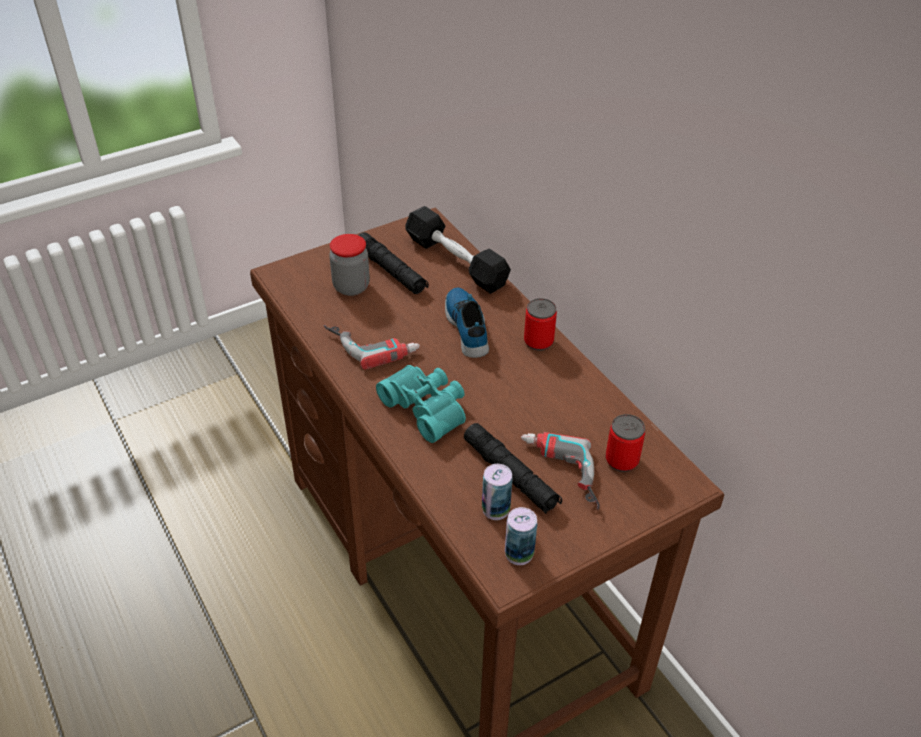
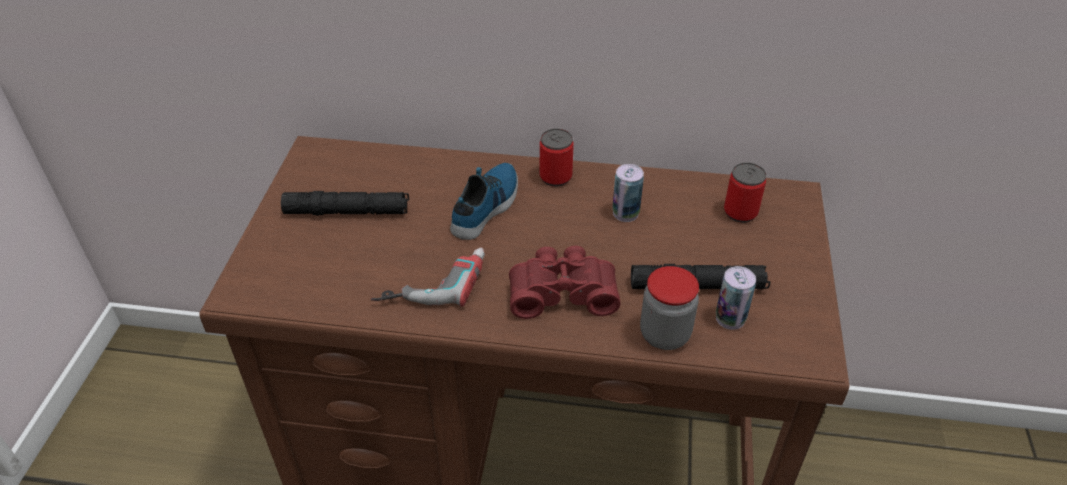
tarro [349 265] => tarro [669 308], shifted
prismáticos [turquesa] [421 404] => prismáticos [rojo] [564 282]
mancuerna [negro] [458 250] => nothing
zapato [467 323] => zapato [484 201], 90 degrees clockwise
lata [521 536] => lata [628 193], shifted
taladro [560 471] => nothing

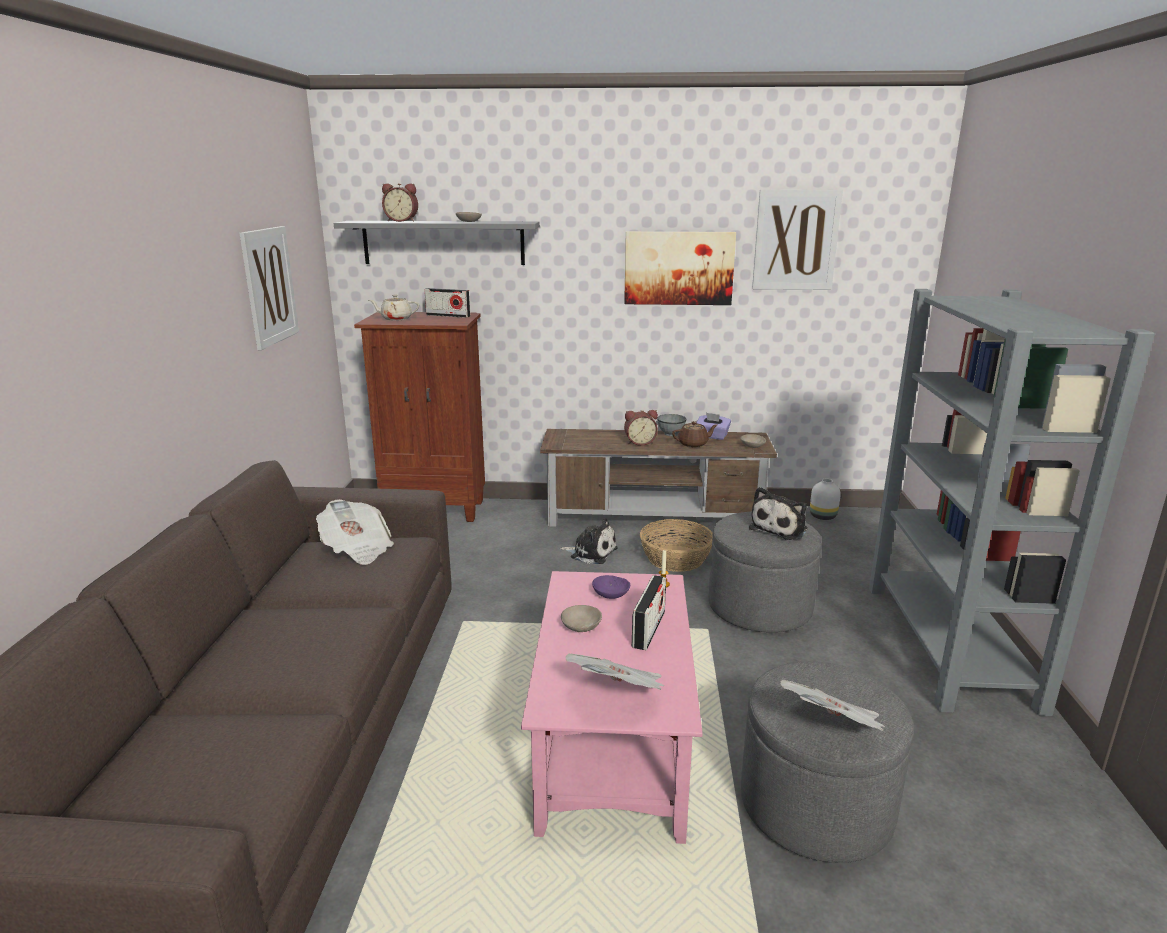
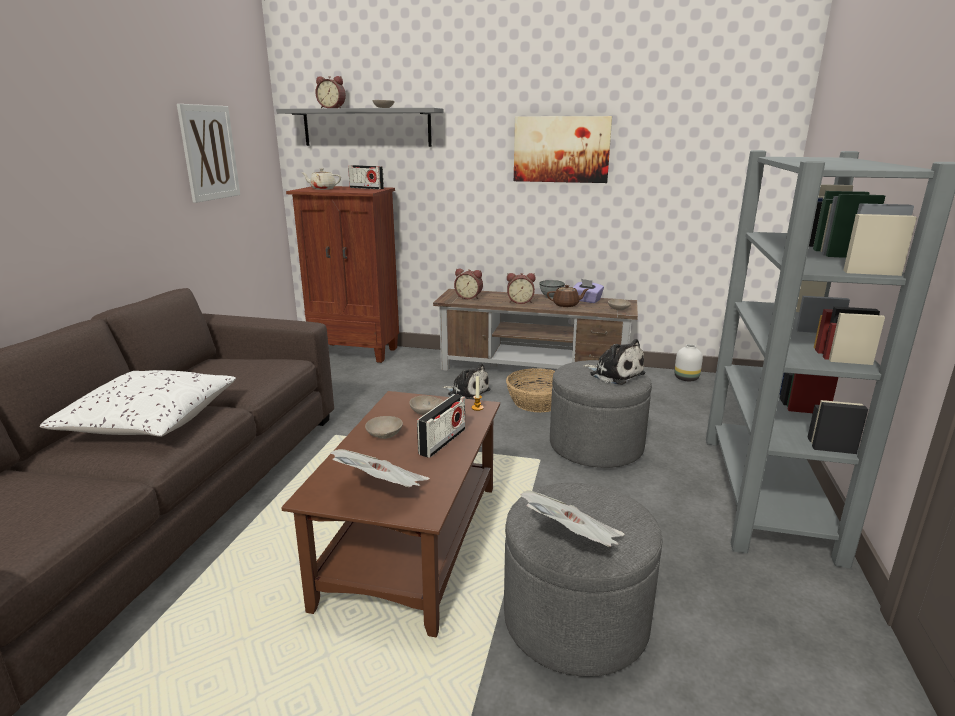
periódico [355 532] => nothing
mesa de centro [rosa] [612 707] => mesa de centro [marrón] [390 514]
cuenco [morado] [611 587] => cuenco [beis] [426 405]
peluche [778 513] => peluche [614 362], 90 degrees counterclockwise
cuadro [797 239] => nothing
nothing => cojín [blanco] [138 403]
nothing => despertador [468 283]

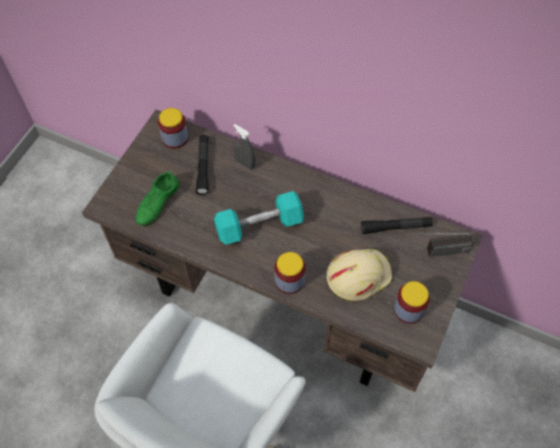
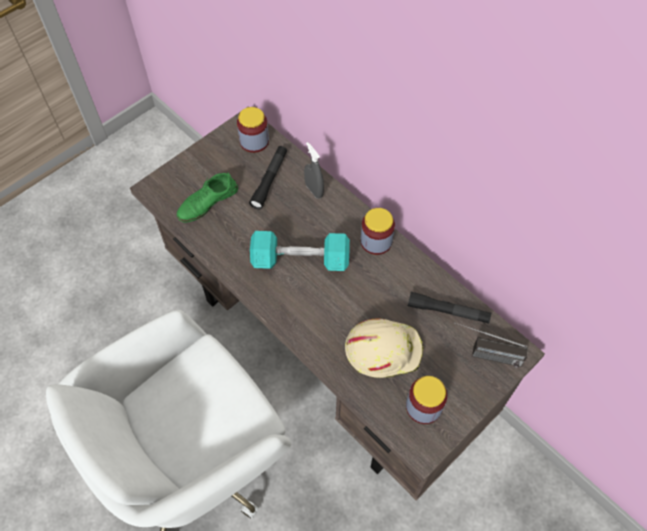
tarro [290 273] => tarro [377 231], shifted

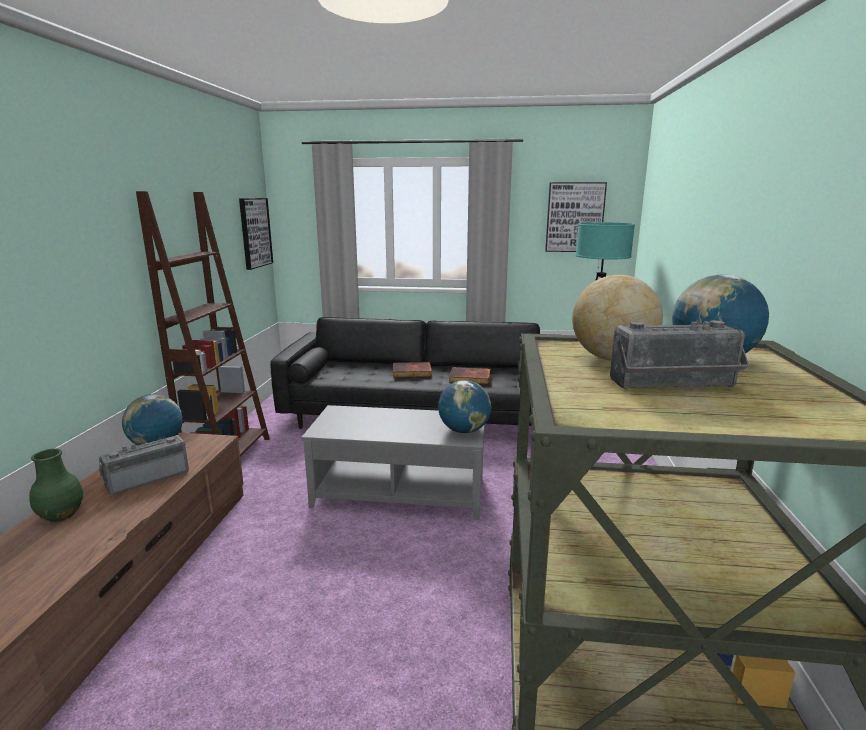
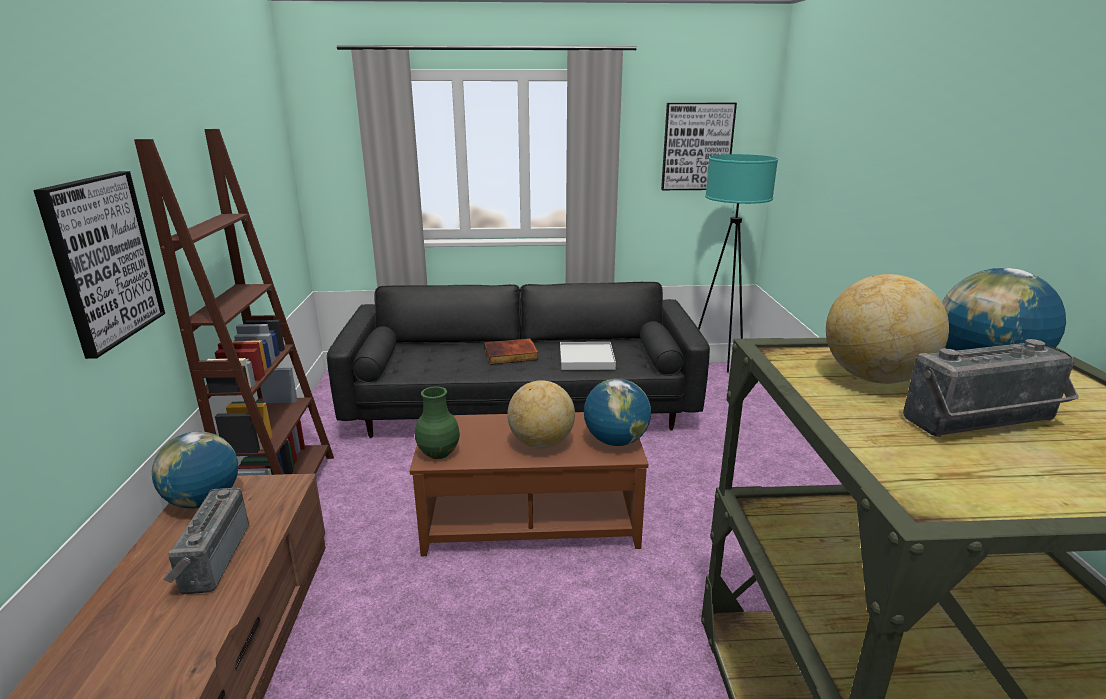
florero [verde] [56 485] => florero [verde] [437 422], shifted
radio [144 465] => radio [206 541], 45 degrees counterclockwise
cuadro [256 234] => cuadro [99 265], shifted
mesa de centro [gris] [393 462] => mesa de centro [marrón] [529 484]
libro [470 376] => bandeja [blanco] [588 356]
nothing => globo terráqueo [541 414]

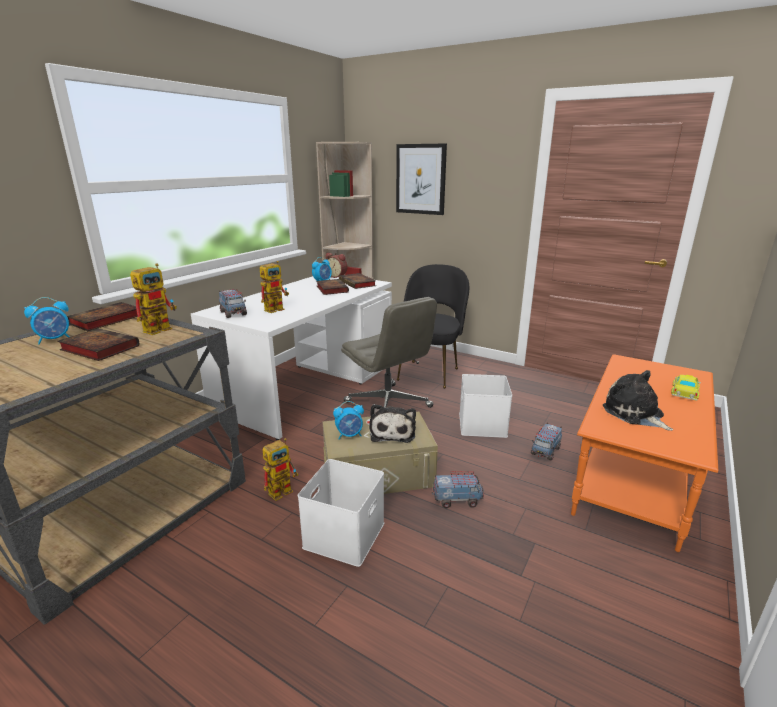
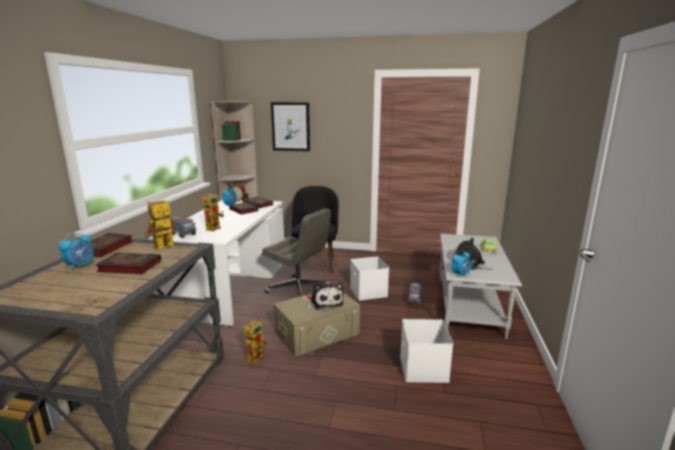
robot de juguete [153 299] => robot de juguete [160 225], 150 degrees counterclockwise
caja de almacenaje [blanco] [341 513] => caja de almacenaje [blanco] [426 351], shifted
despertador [348 420] => despertador [462 264], shifted
camión de juguete [458 489] => nothing
mesa de centro [naranja] [644 453] => mesa de centro [gris] [481 286]

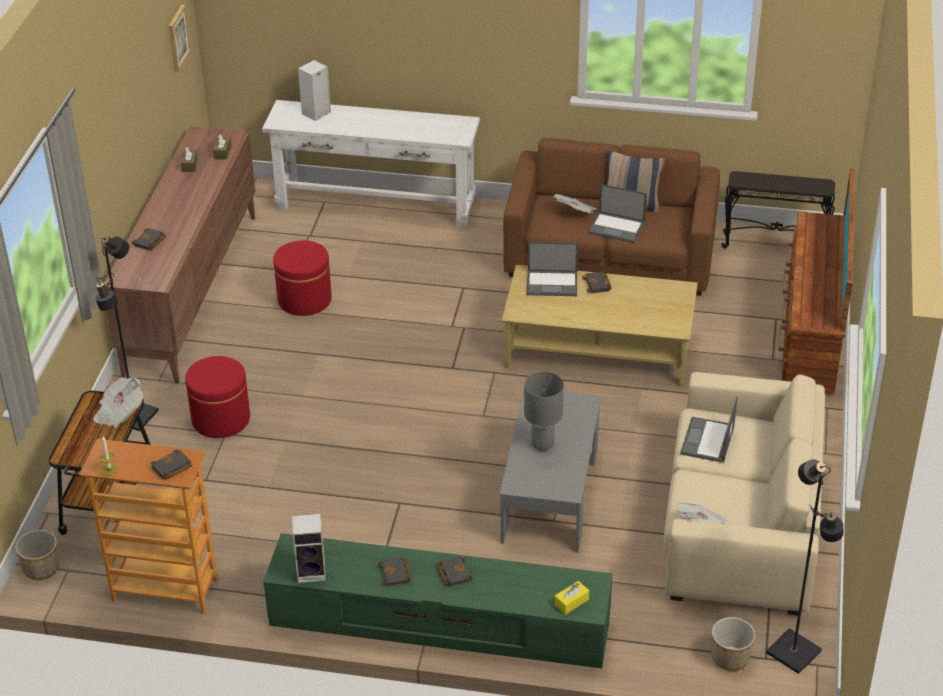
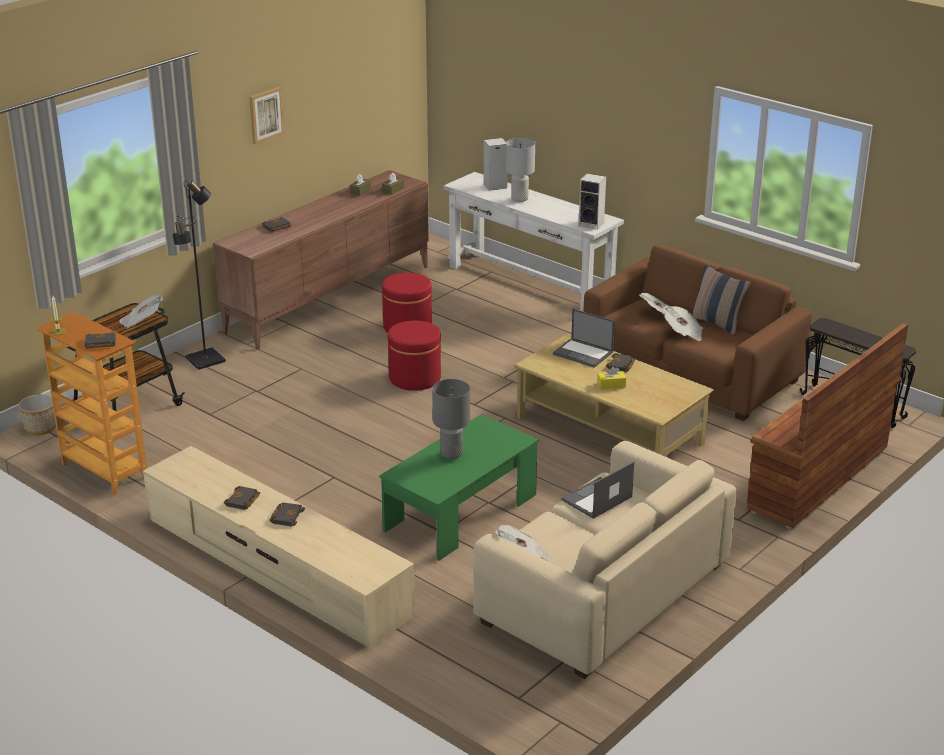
cuadro [180 38] => cuadro [267 115], shifted
puf [rojo] [217 397] => puf [rojo] [414 355], shifted
mueble de televisión [verde] [438 600] => mueble de televisión [beis] [279 547]
altavoz [309 548] => altavoz [592 201], shifted
mesa de centro [gris] [550 472] => mesa de centro [verde] [459 487]
caja de pañuelos [amarillo] [571 598] => caja de pañuelos [amarillo] [611 378], shifted
portátil [617 213] => periódico [683 323]
maceta [733 644] => nothing
lámpara de pie [negro] [805 567] => nothing
nothing => lámpara de mesa [gris] [520 170]

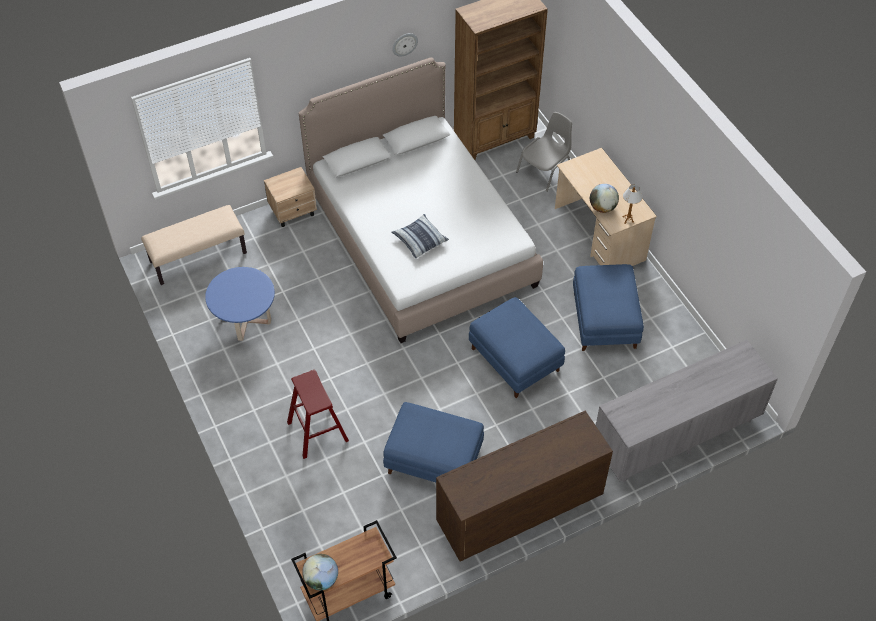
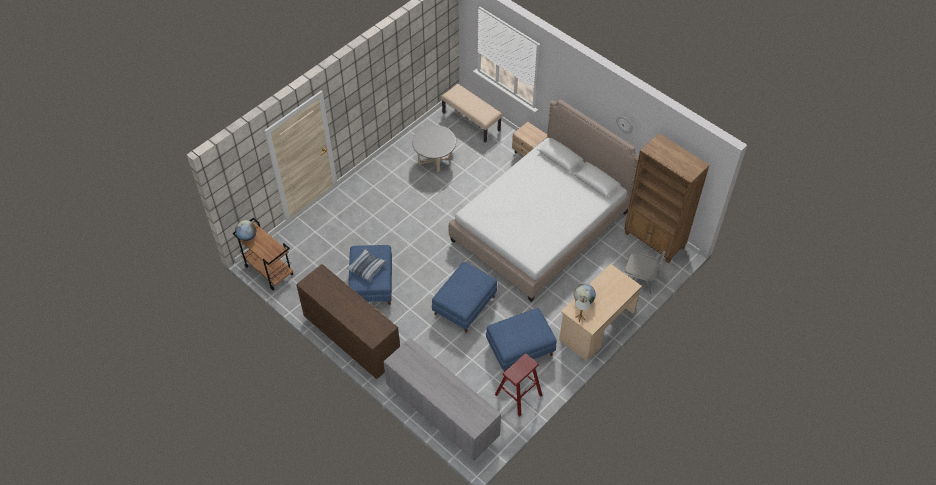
mesa de centro [azul] [240 304] => mesa de centro [gris] [434 148]
taburete [rojo] [318 414] => taburete [rojo] [518 384], shifted
cojín [420 236] => cojín [367 265], shifted

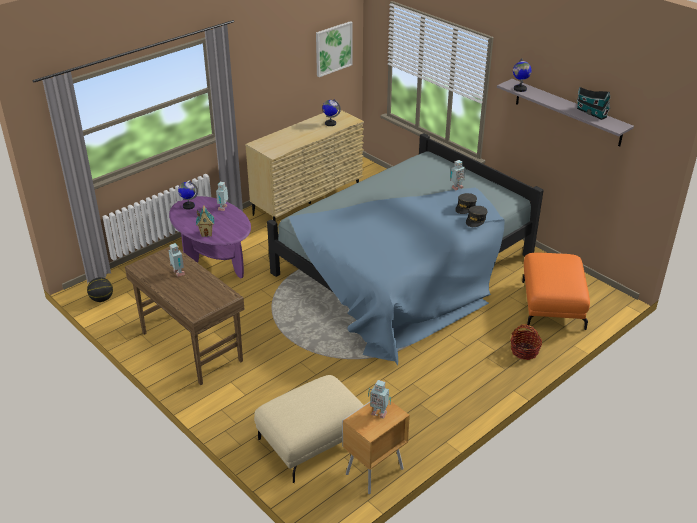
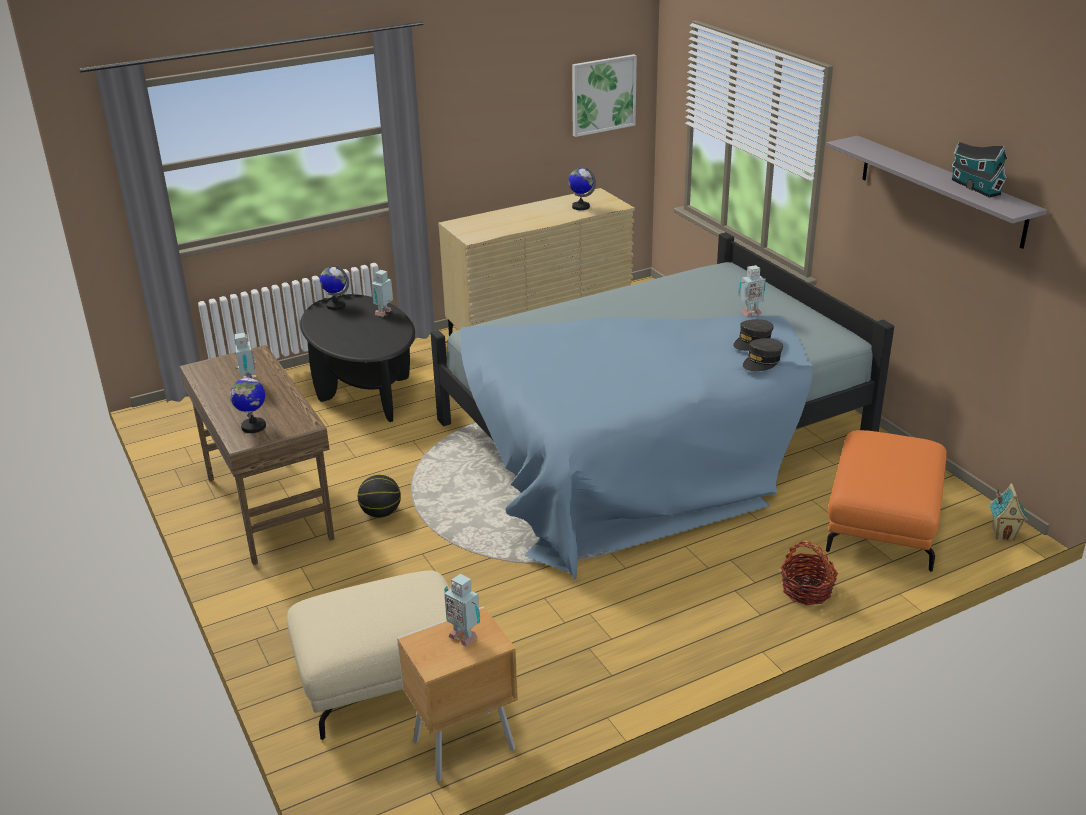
balón de baloncesto [100 289] => balón de baloncesto [379 496], shifted
mesa de centro [morado] [210 237] => mesa de centro [negro] [357 358]
casita [205 221] => casita [1008 512], shifted
globo terráqueo [522 75] => globo terráqueo [248 402], shifted

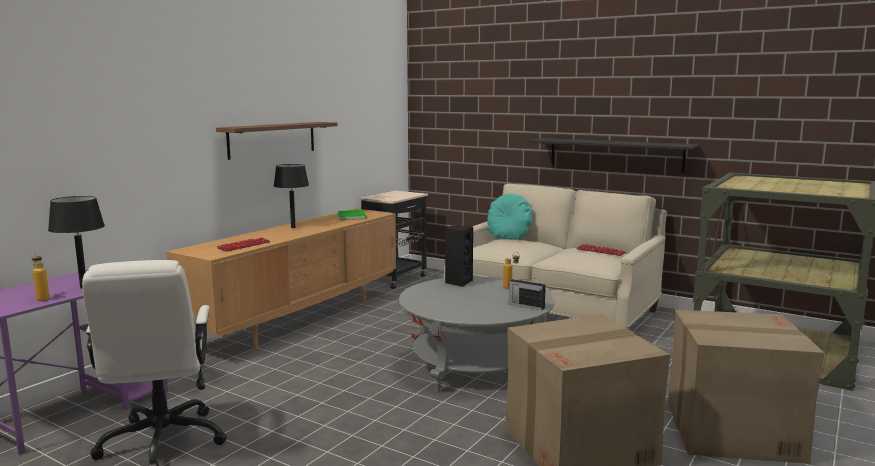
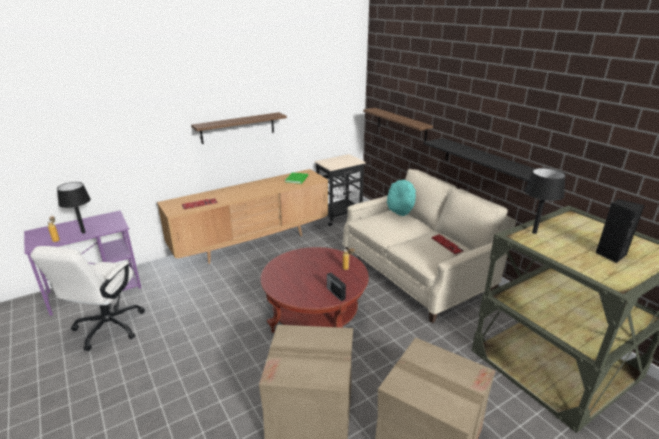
lámpara de mesa [negro] [291 196] => lámpara de mesa [negro] [545 201], shifted
mesa de centro [gris] [476 334] => mesa de centro [rojo] [315 290]
altavoz [negro] [459 256] => altavoz [negro] [620 231], shifted
nothing => estante [398 125]

